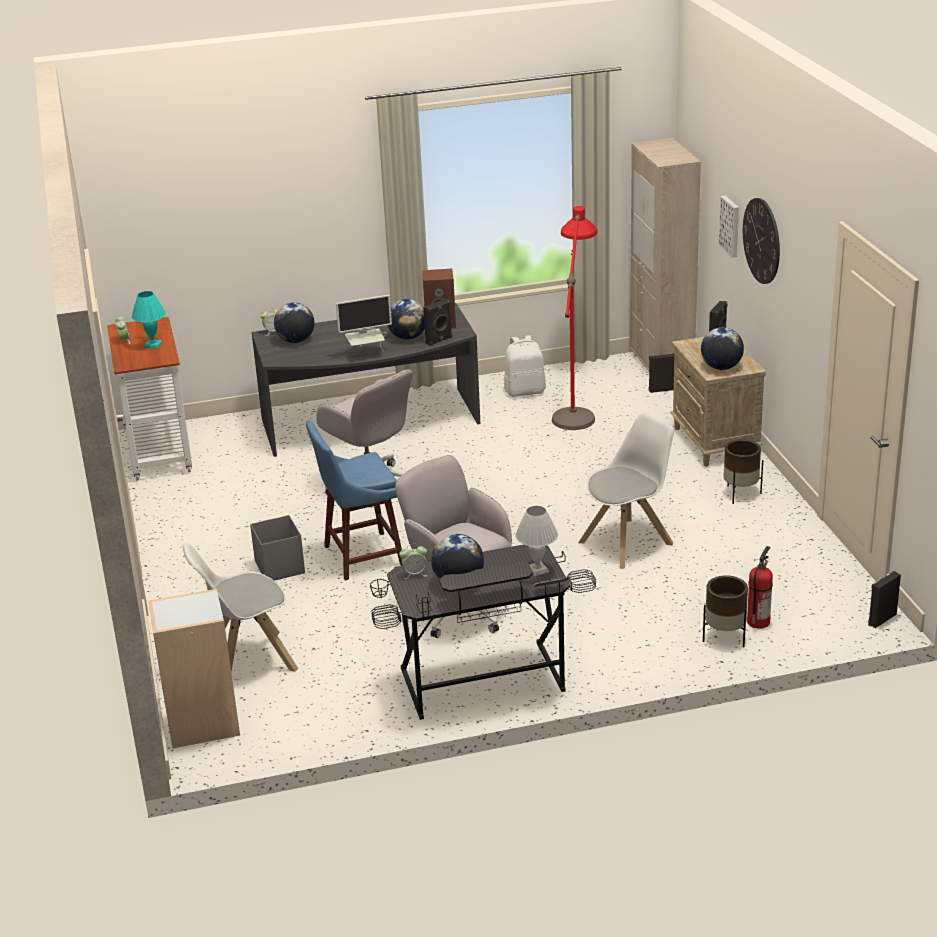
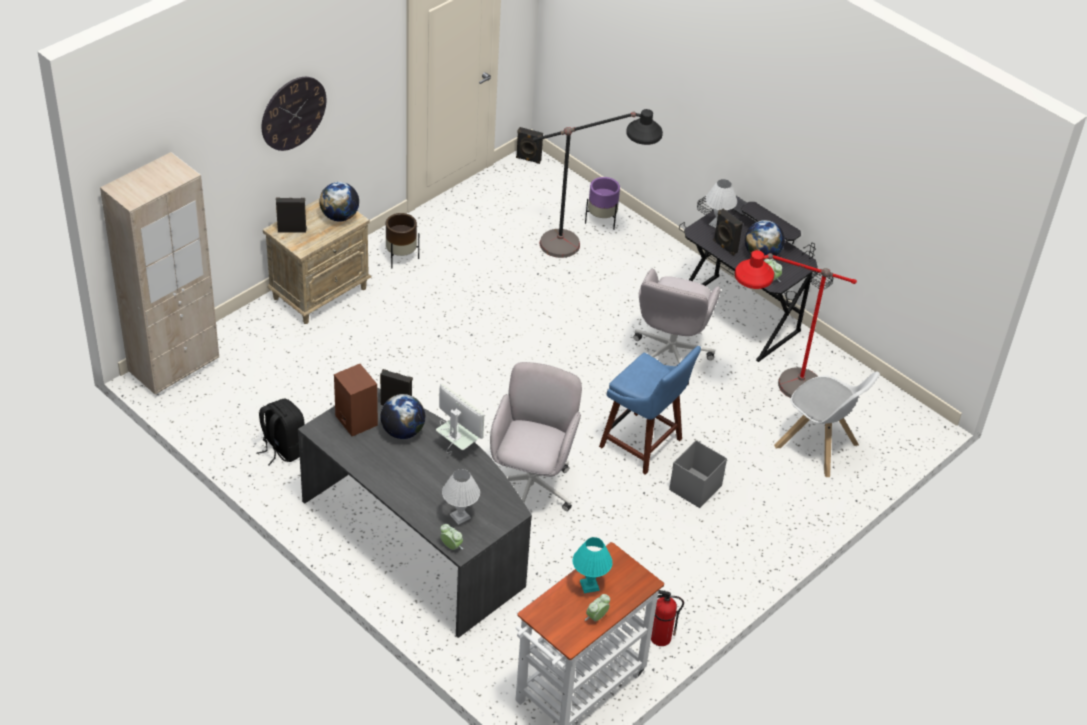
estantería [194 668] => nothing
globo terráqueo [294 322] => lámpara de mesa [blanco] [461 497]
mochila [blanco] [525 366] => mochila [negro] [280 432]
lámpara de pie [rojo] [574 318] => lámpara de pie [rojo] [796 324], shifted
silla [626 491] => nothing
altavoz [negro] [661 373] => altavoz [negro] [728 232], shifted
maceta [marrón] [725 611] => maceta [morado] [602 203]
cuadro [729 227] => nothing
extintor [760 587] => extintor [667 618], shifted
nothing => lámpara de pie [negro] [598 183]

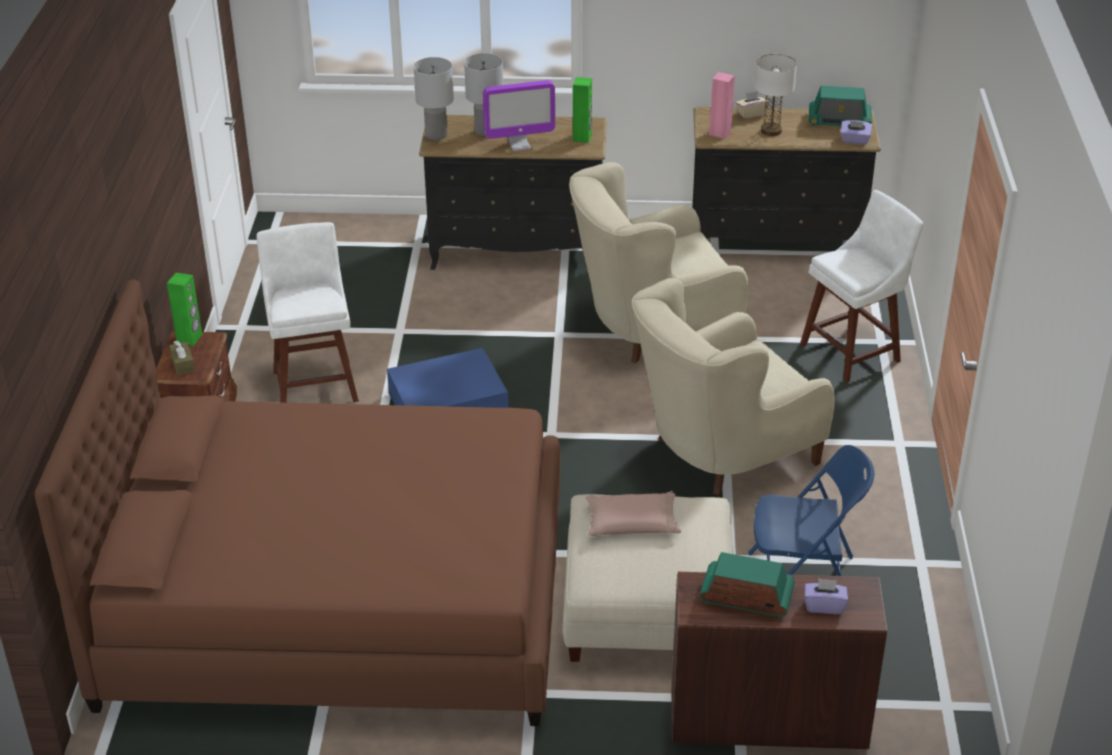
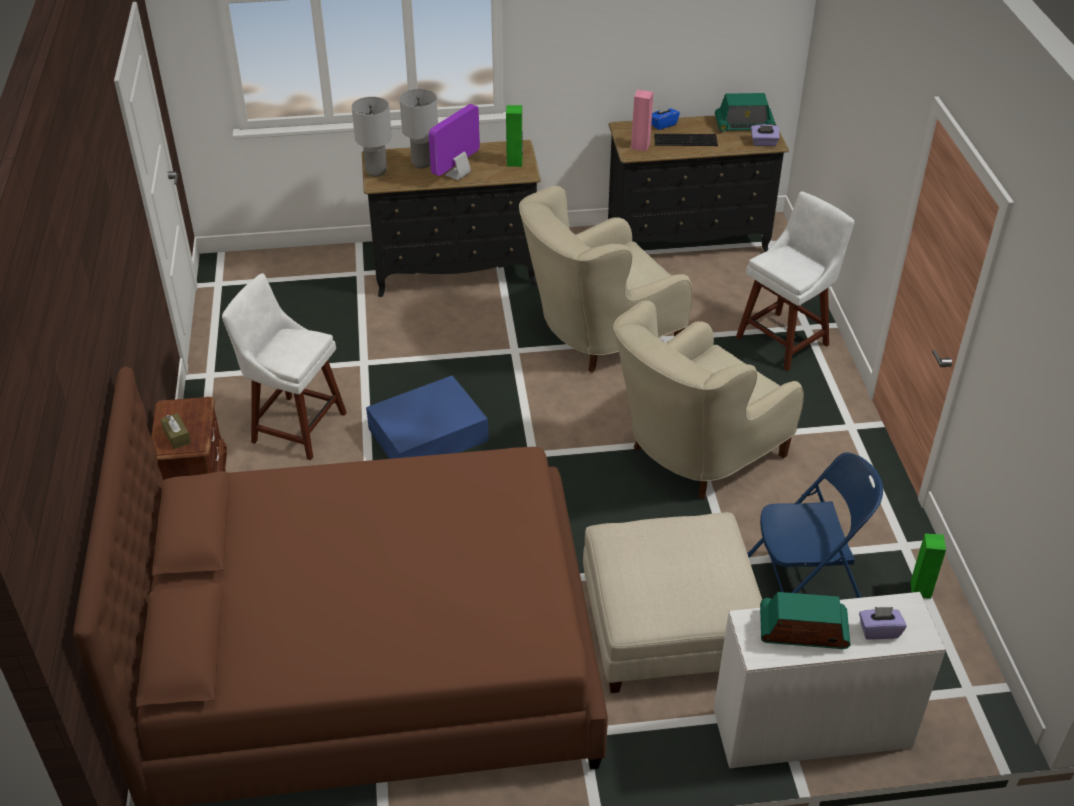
altavoz [verde] [184 309] => altavoz [verde] [928 566], shifted
silla [blanco] [307 312] => silla [blanco] [284 366], 45 degrees counterclockwise
monitor [519 115] => monitor [454 142], 150 degrees clockwise
cojín [beis] [633 513] => nothing
escritorio [marrón] [779 660] => escritorio [blanco] [830 680]
caja de pañuelos [beis] [752 105] => caja de pañuelos [azul] [665 117]
lámpara de mesa [776 95] => teclado [686 140]

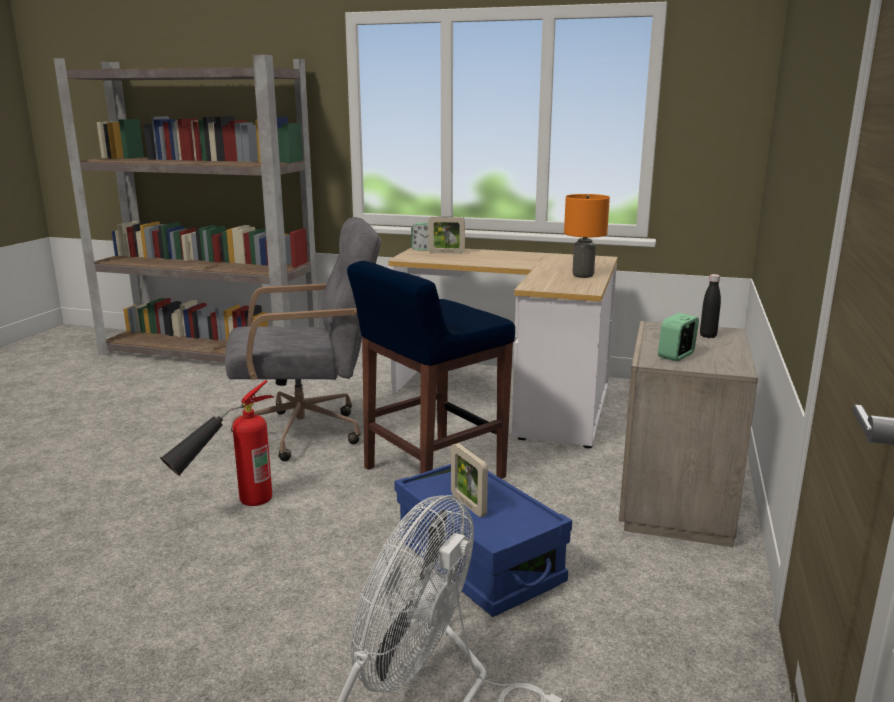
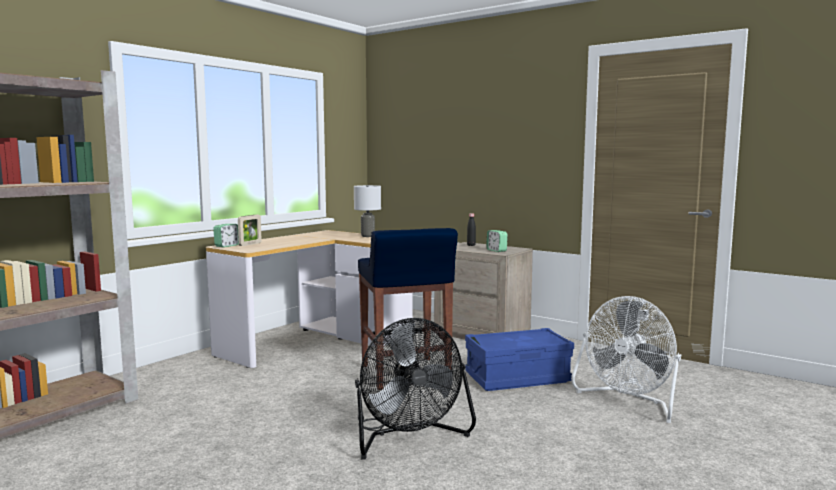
extintor [217 443] => ventilador [negro] [415 389]
silla de oficina [gris] [303 339] => nothing
portarretratos [469 480] => nothing
lámpara de mesa [naranja] [587 236] => lámpara de mesa [blanco] [367 211]

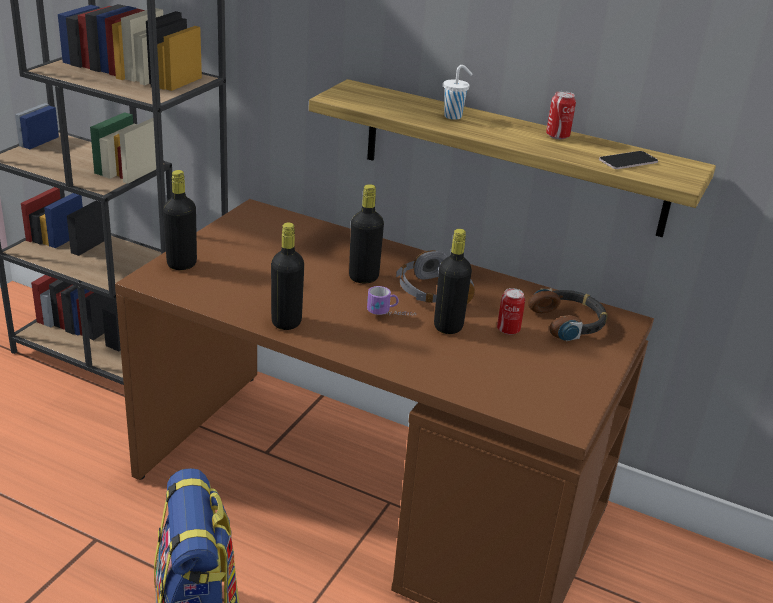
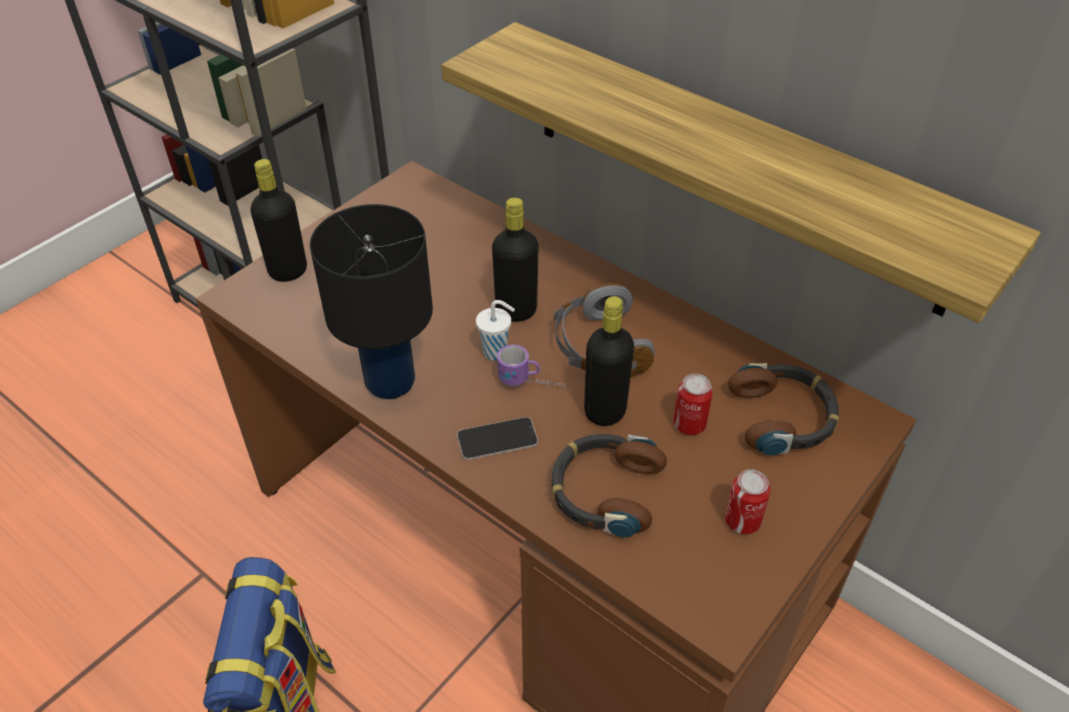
botella [negro] [287 276] => lámpara de mesa [negro] [371 301]
taza [blanco] [458 92] => taza [blanco] [495 330], shifted
lata [561 115] => lata [747 501], shifted
móvil [628 160] => móvil [497 438], shifted
nothing => auriculares [609 485]

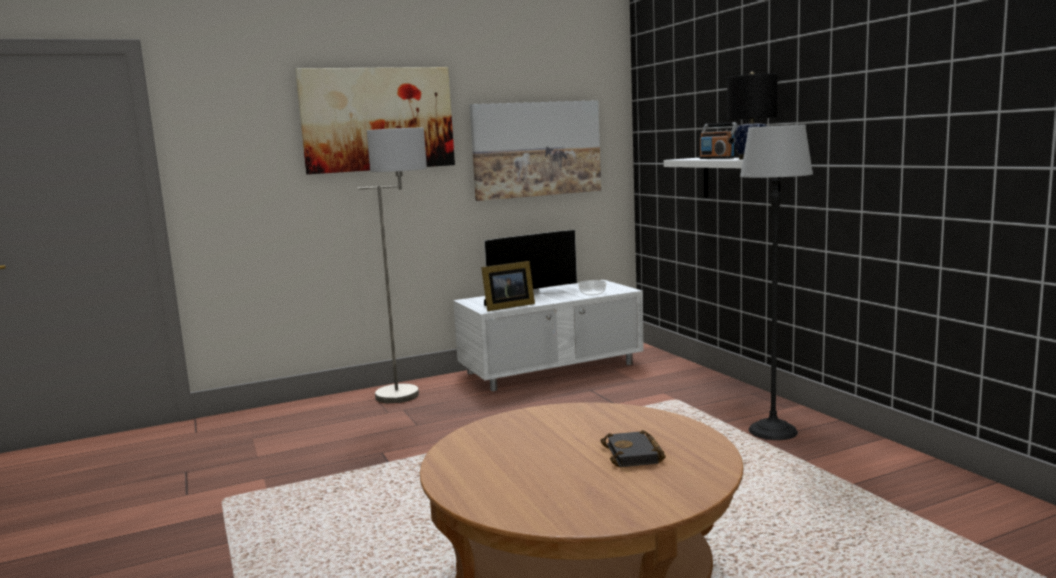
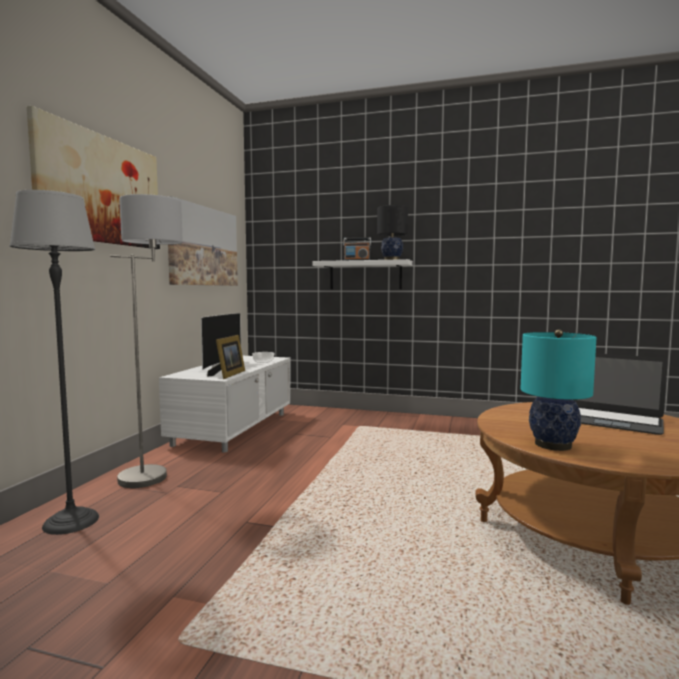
libro [negro] [633 448] => portátil [621 394]
lámpara de pie [776 282] => lámpara de pie [54 362], shifted
nothing => lámpara de mesa [turquesa] [558 390]

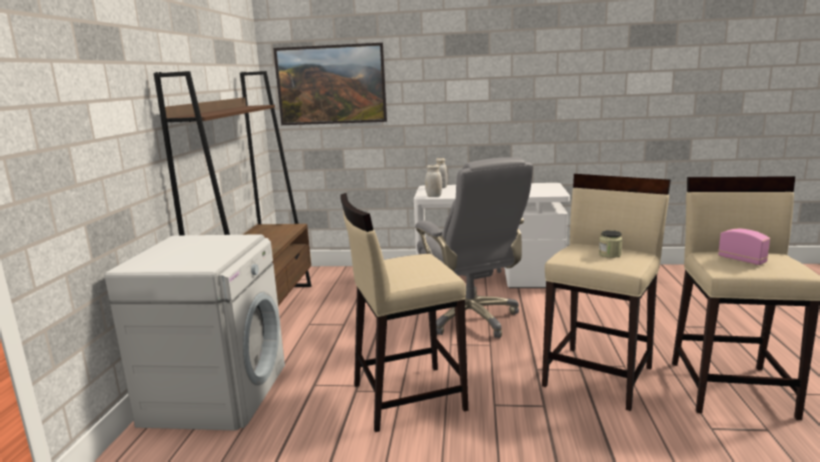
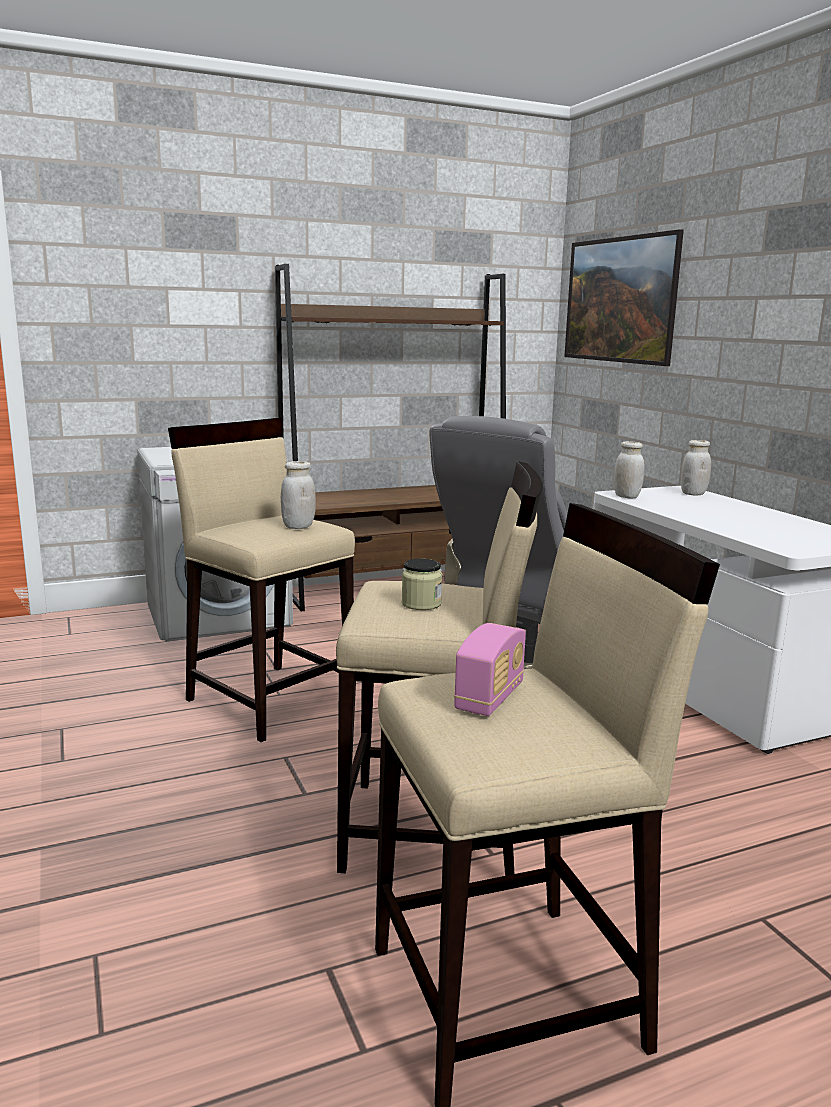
nothing => tarro [blanco] [298 495]

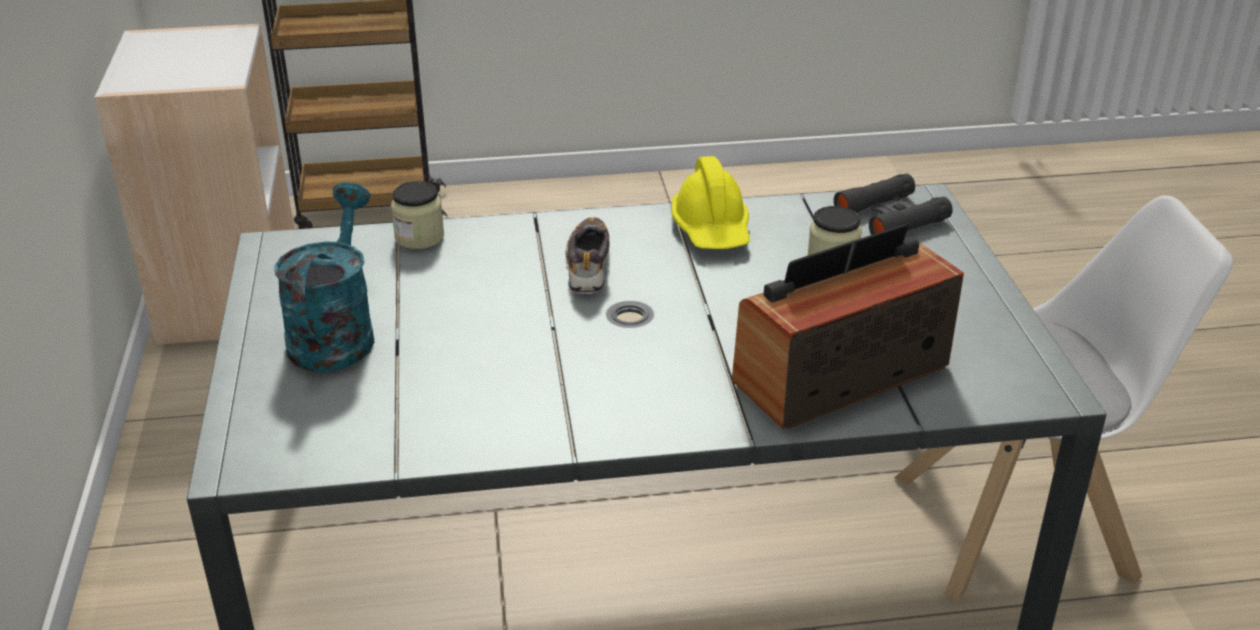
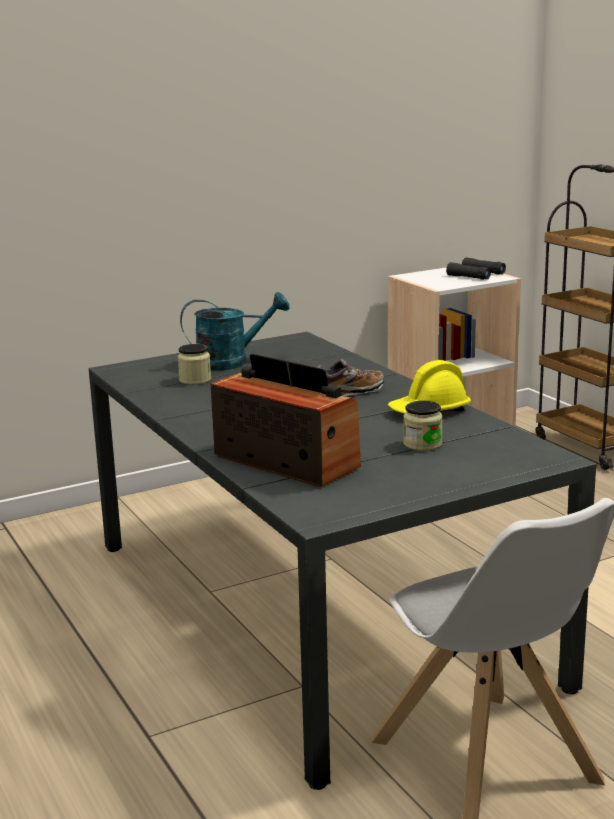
tarro [417 215] => tarro [194 364], shifted
prismáticos [negro] [893 204] => prismáticos [negro] [476 268], shifted

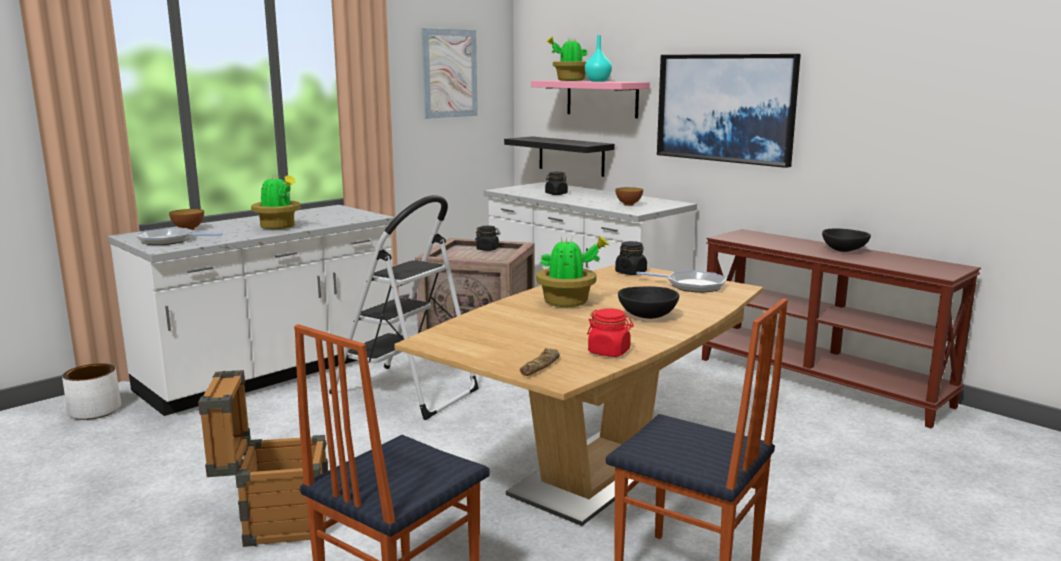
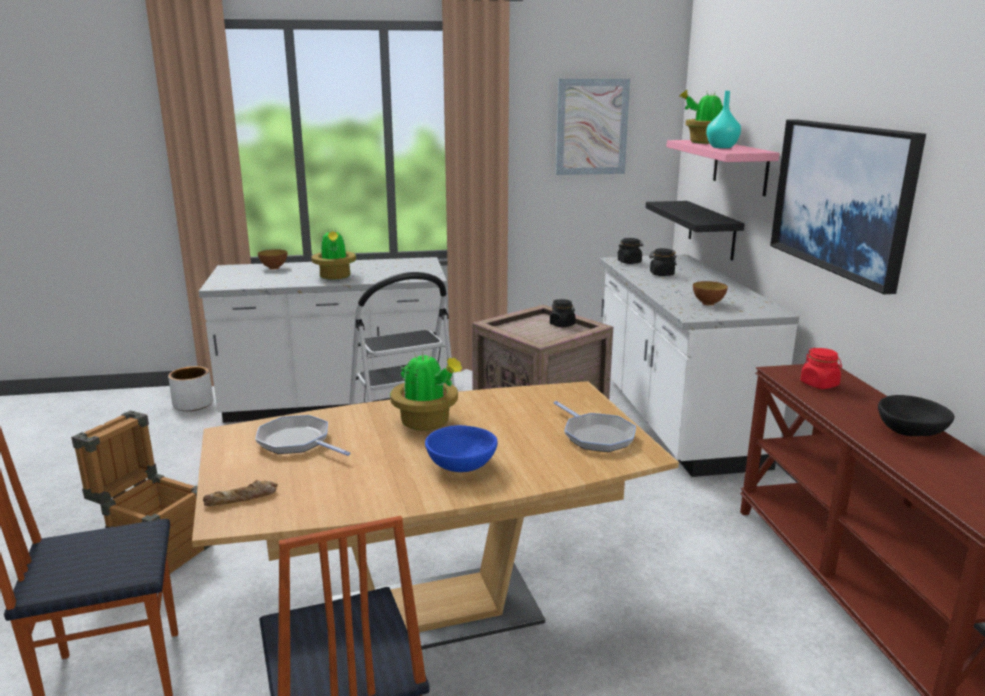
sartén [179 236] => sartén [303 435], shifted
tarro [rojo] [610 332] => tarro [rojo] [821 368], shifted
tarro [negro] [631 258] => tarro [negro] [630 251], shifted
cuenco [negro] [648 302] => cuenco [azul] [461 448]

